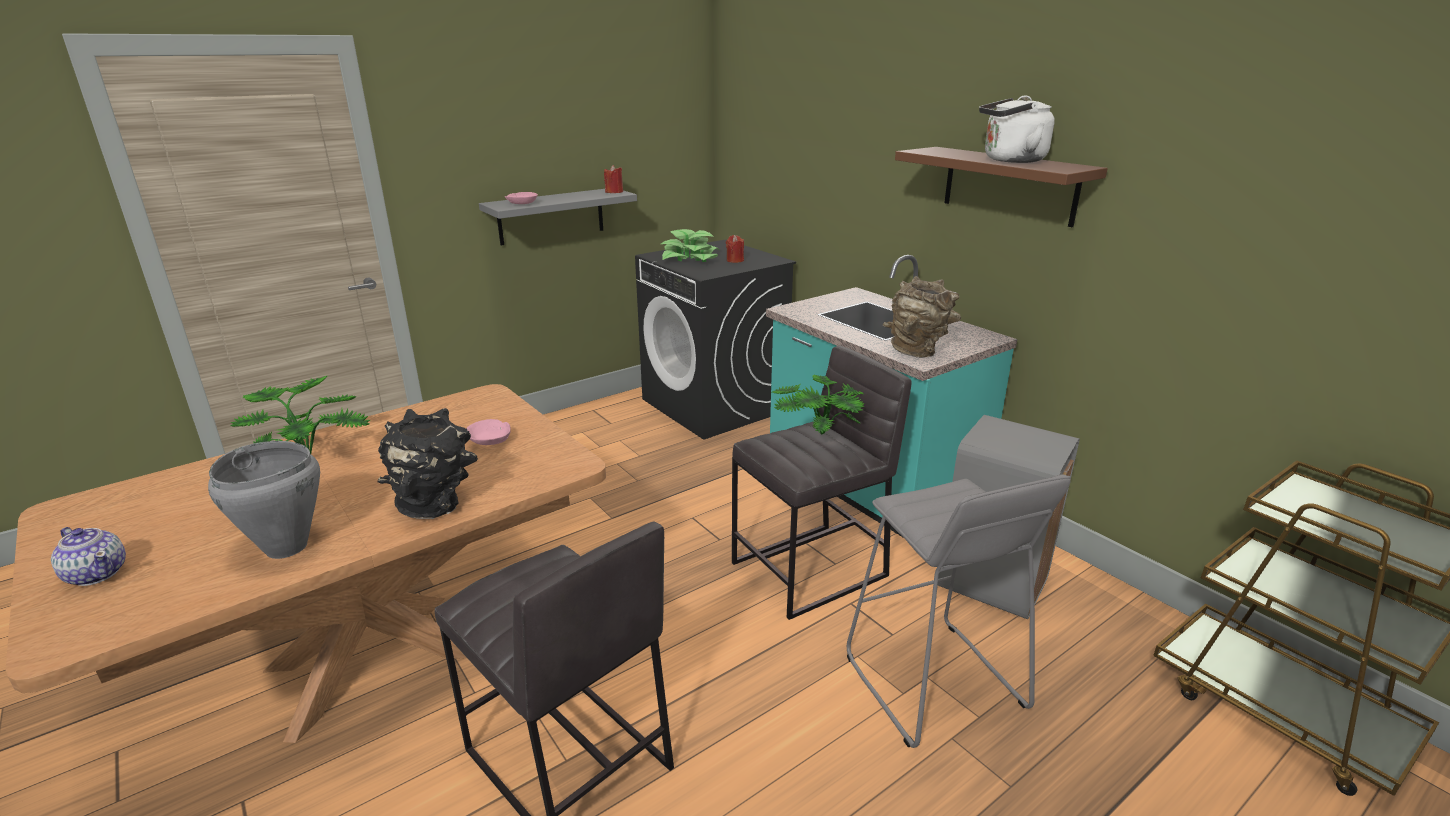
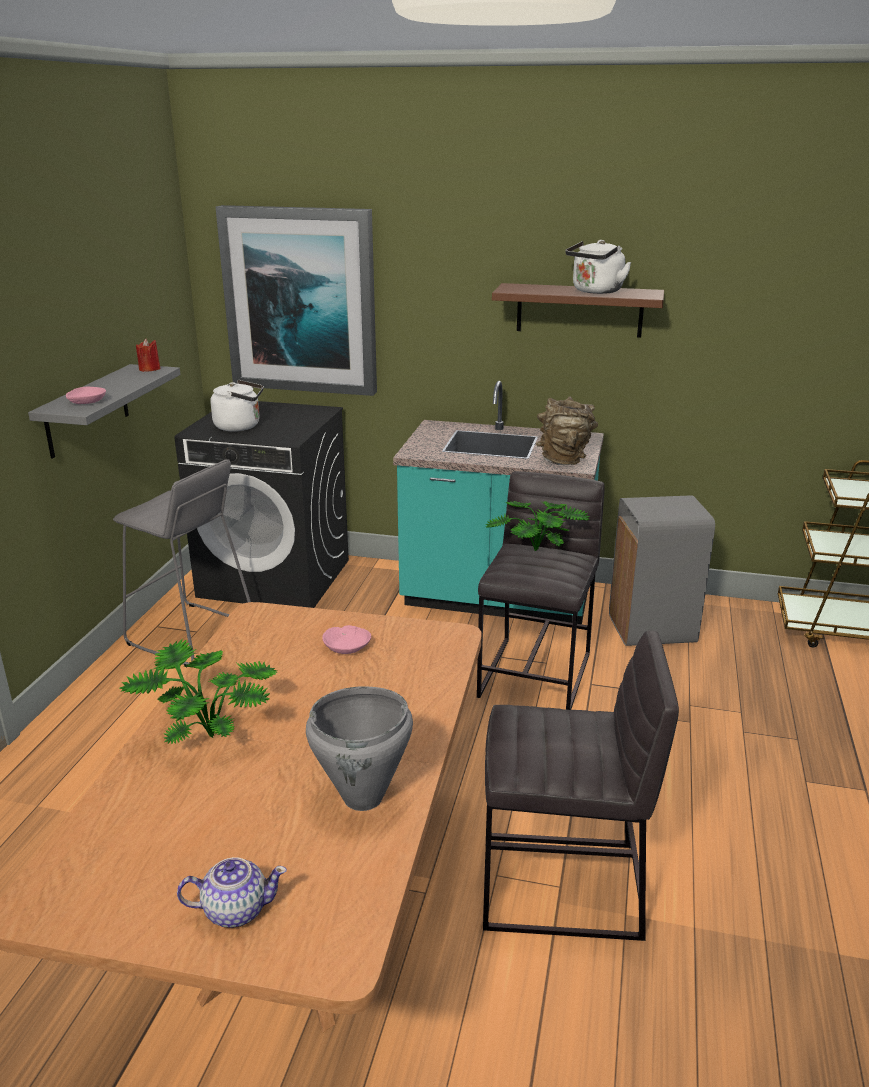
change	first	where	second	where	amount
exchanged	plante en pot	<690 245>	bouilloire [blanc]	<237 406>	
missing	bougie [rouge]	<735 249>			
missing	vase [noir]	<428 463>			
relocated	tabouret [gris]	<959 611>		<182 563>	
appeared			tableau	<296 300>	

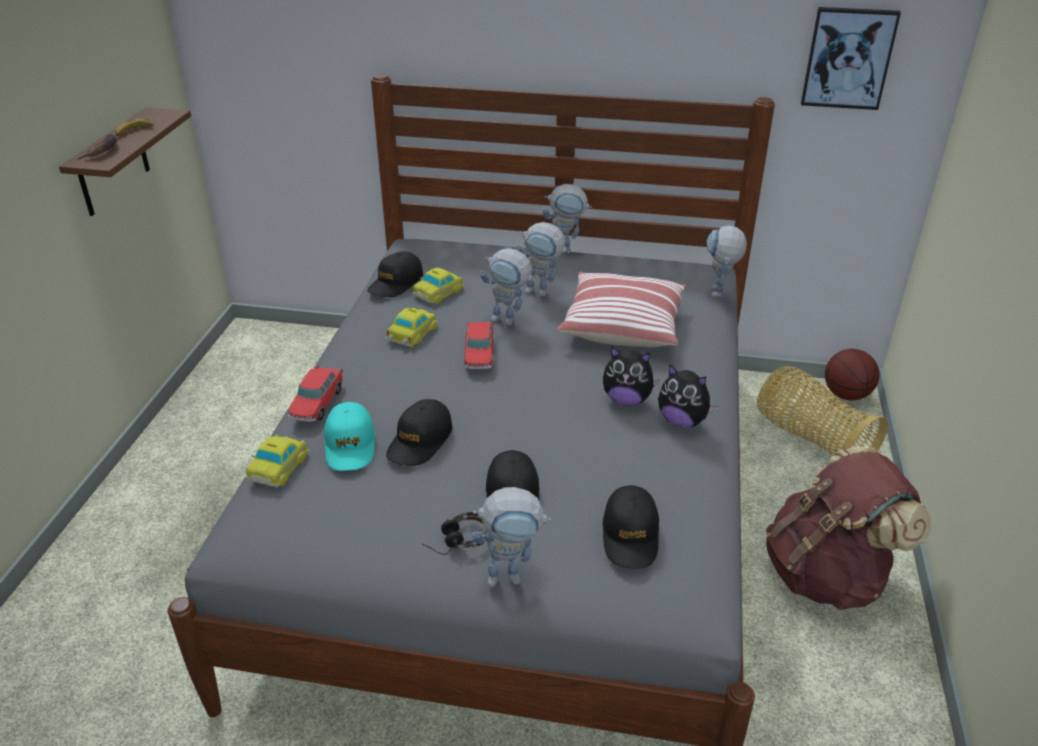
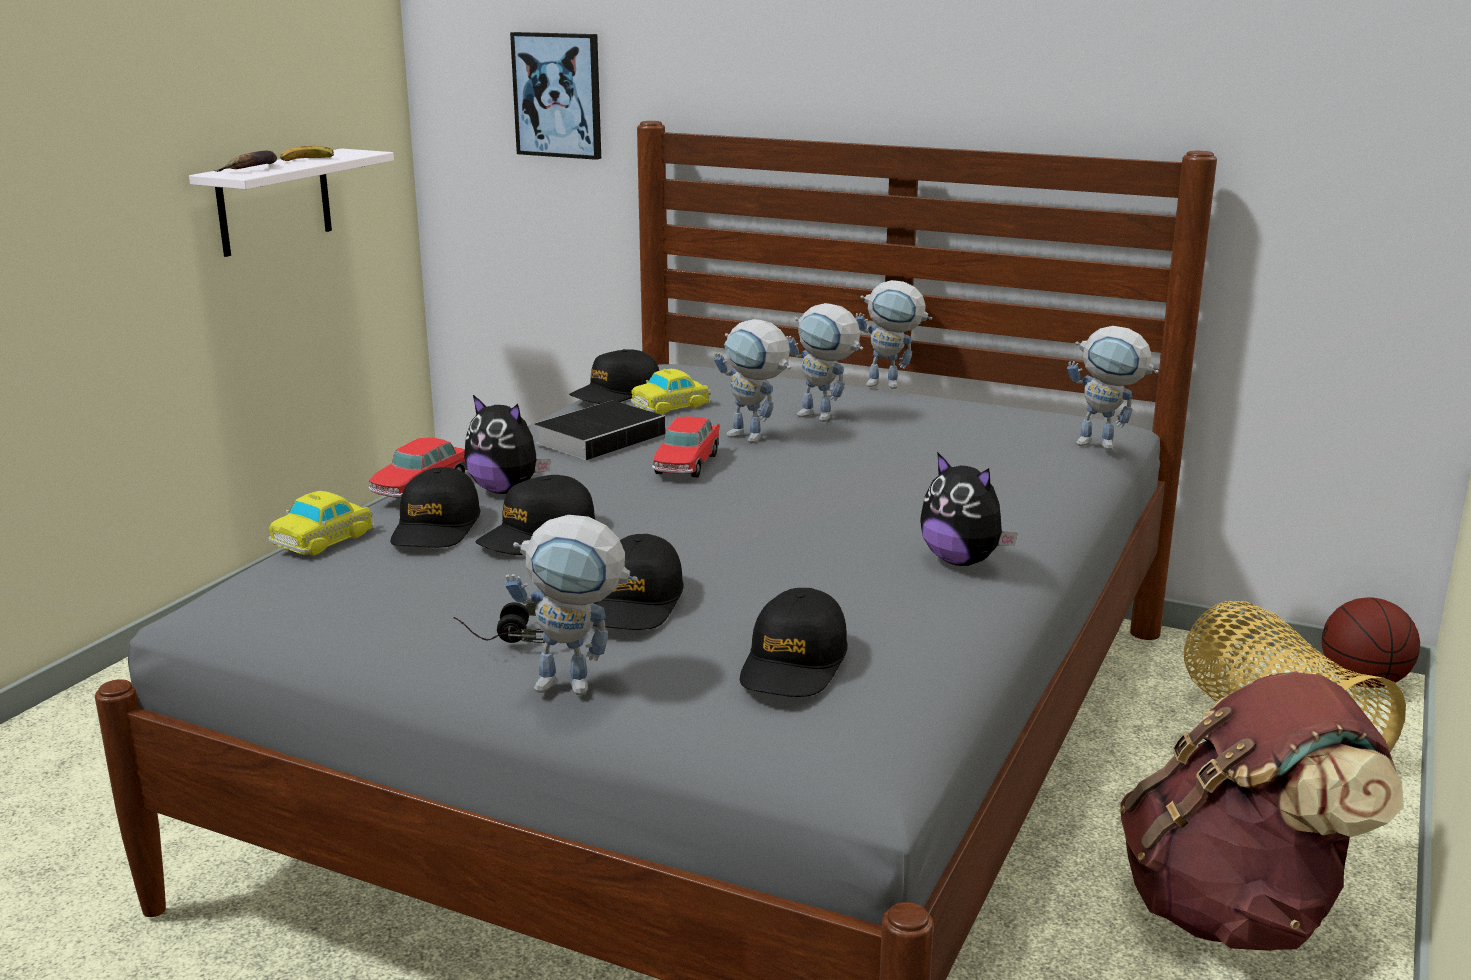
change	first	where	second	where	amount
relocated	tableau	<851 58>		<555 96>	
colour	étagère [marron]	<125 161>	étagère [blanc]	<291 203>	
spun	robot jouet	<727 261>		<1113 388>	90 degrees counterclockwise
missing	coussin	<621 309>			
exchanged	petite voiture	<411 327>	livre	<601 431>	
relocated	peluche	<631 375>		<507 444>	
colour	casquette [turquoise]	<349 436>	casquette [noir]	<435 507>	

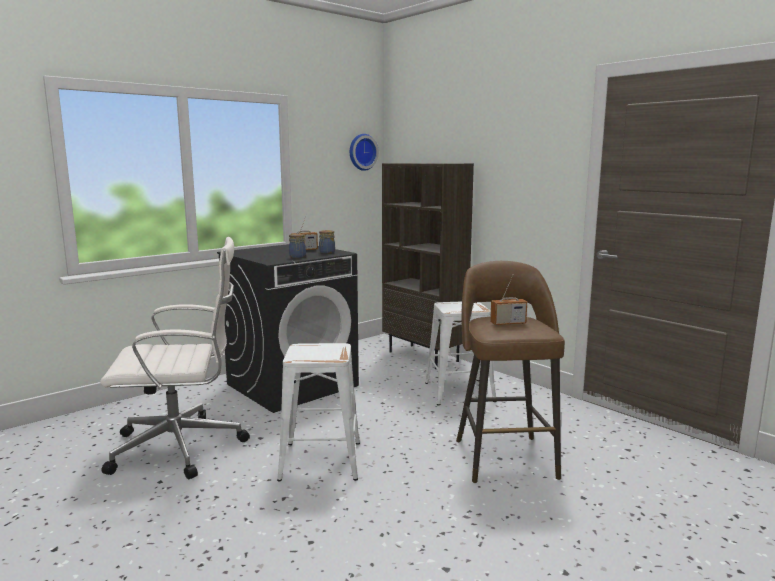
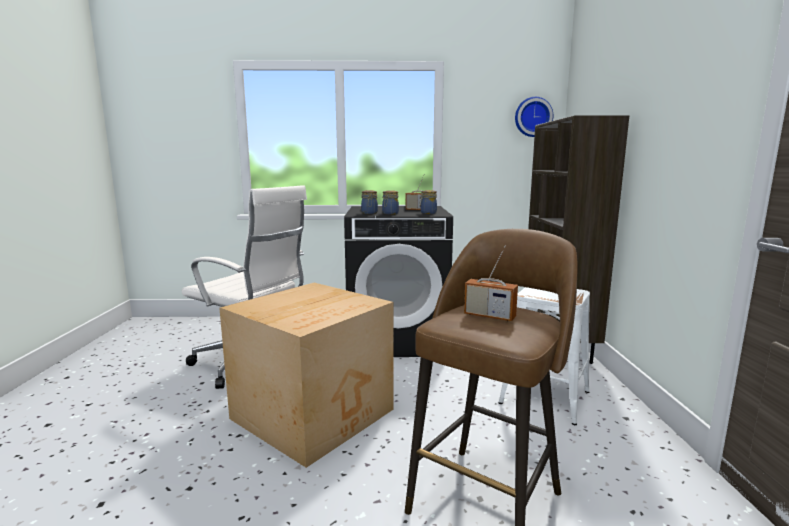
change	first	where	second	where	amount
exchanged	tabouret [blanc]	<318 412>	carton	<306 375>	
appeared			bocal	<369 202>	

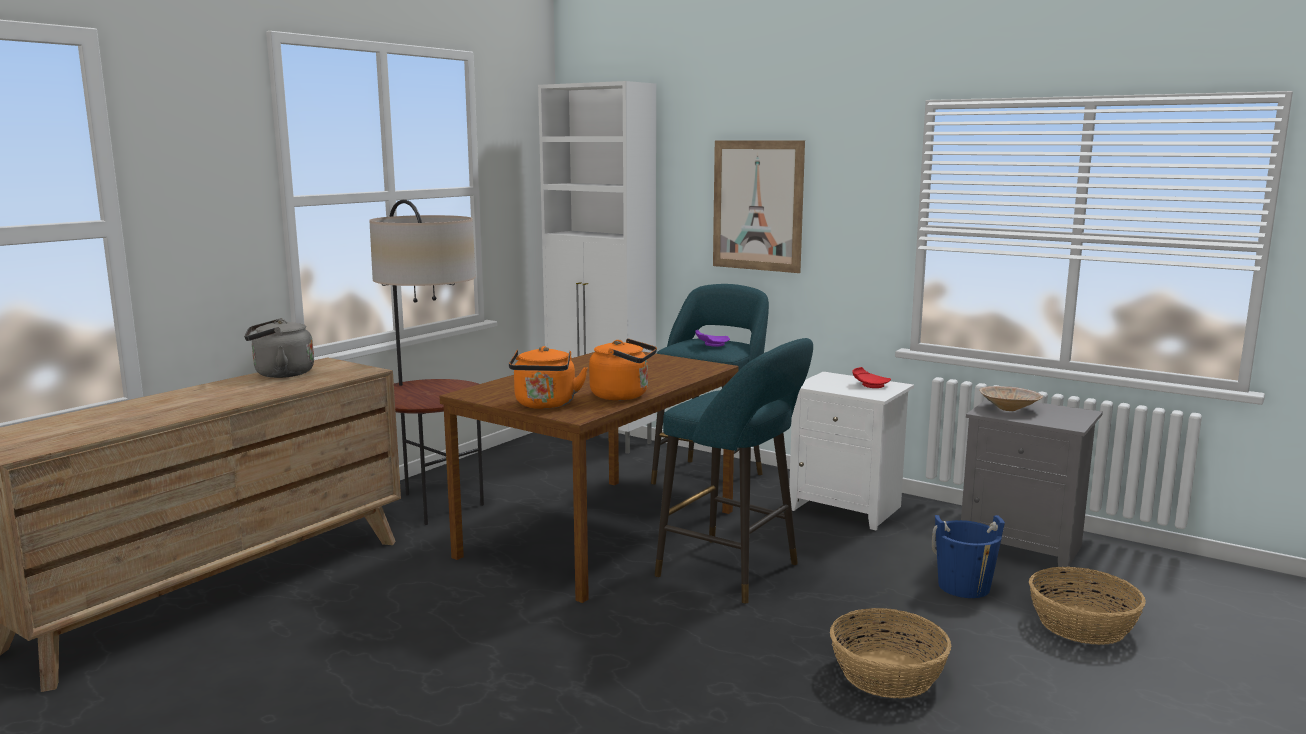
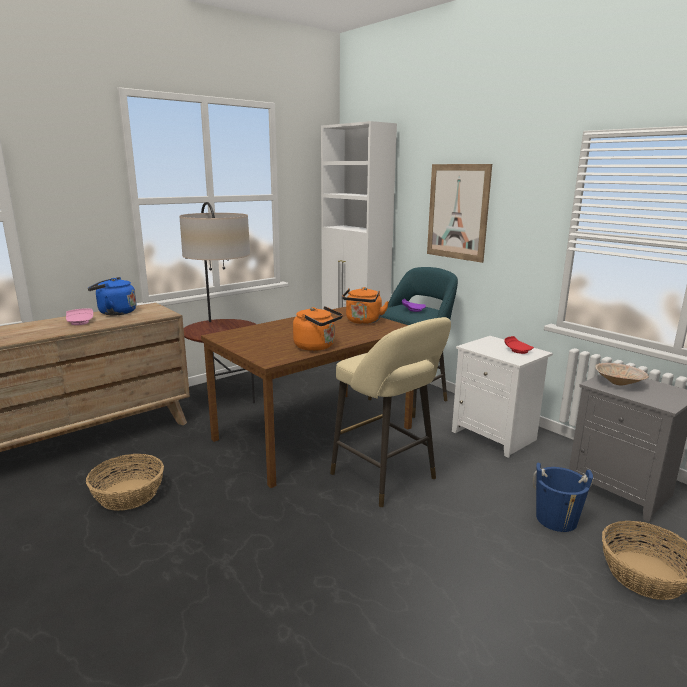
change	first	where	second	where	amount
colour	bouilloire [gris]	<279 348>	bouilloire [bleu]	<112 296>	
colour	tabouret [turquoise]	<734 470>	tabouret [beige]	<390 412>	
relocated	bouilloire [orange]	<548 377>		<365 305>	
relocated	panier	<890 653>		<125 482>	
appeared			assiette [rose]	<79 316>	

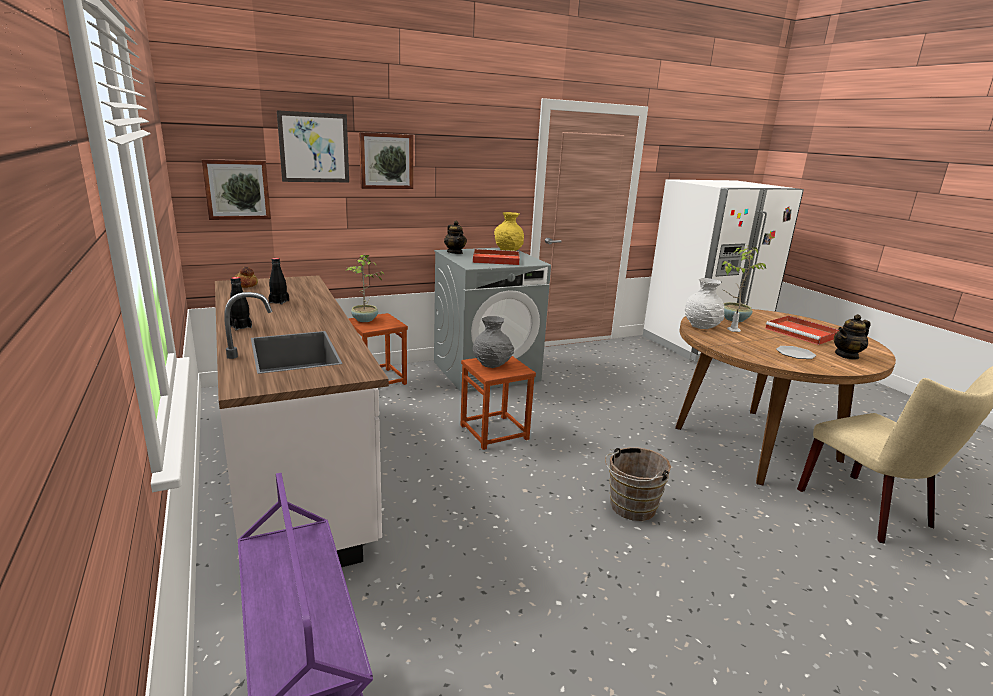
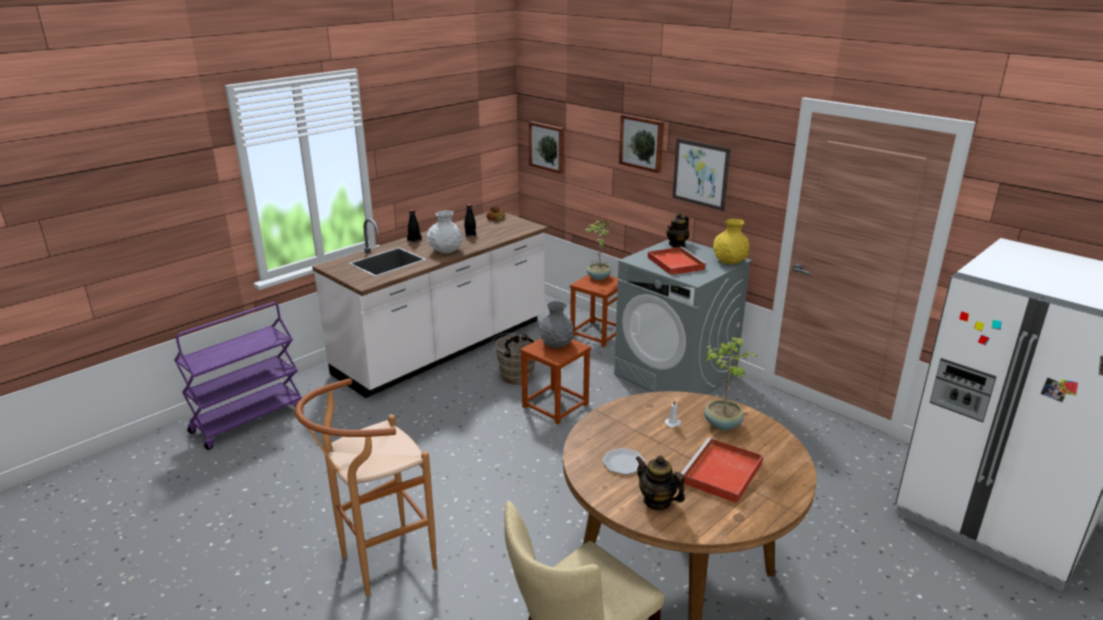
change	first	where	second	where	amount
relocated	tableau	<313 146>		<701 174>	
relocated	vase [blanc]	<704 303>		<444 231>	
relocated	seau [marron]	<638 484>		<513 359>	
appeared			tabouret [marron]	<366 487>	

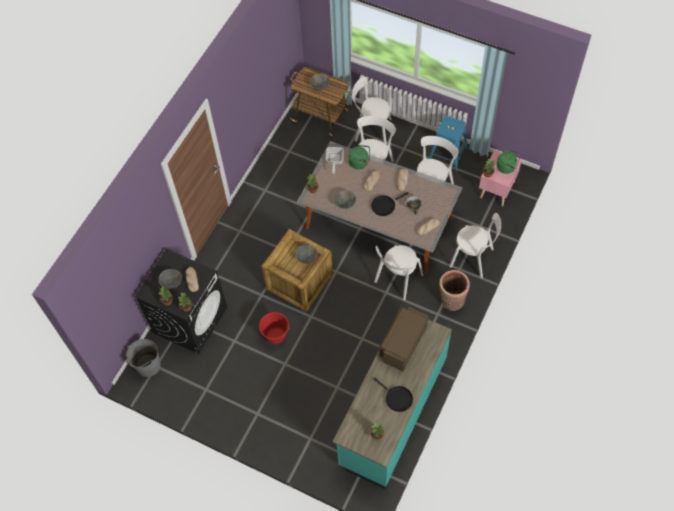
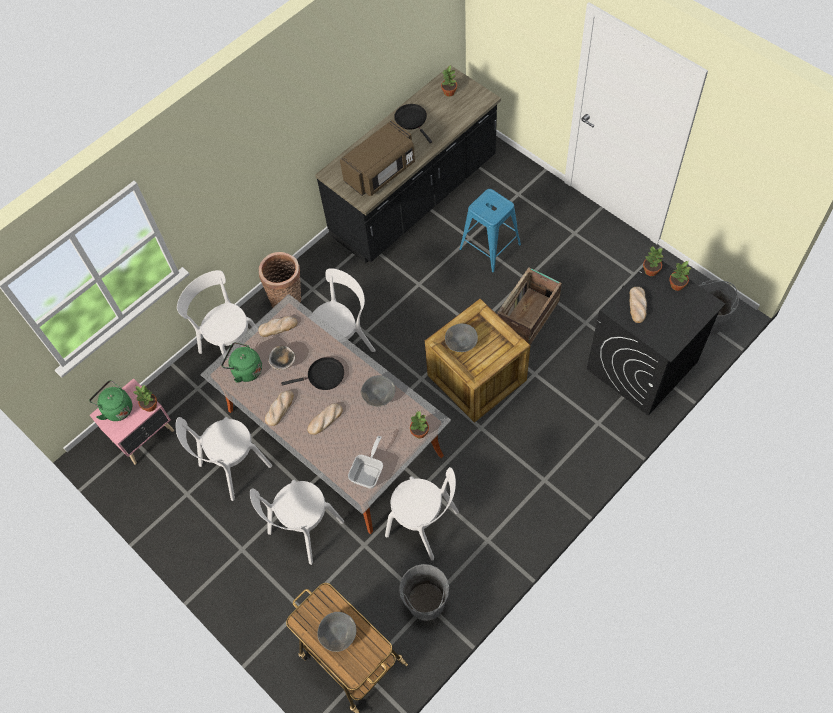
change	first	where	second	where	amount
relocated	chaise [blanc]	<371 111>		<422 513>	
relocated	tabouret [bleu]	<448 144>		<490 231>	
relocated	bouilloire [vert]	<359 156>		<241 362>	
missing	bol [gris]	<170 279>			
colour	comptoir de cuisine [turquoise]	<392 398>	comptoir de cuisine [noir]	<408 164>	
exchanged	seau [rouge]	<274 328>	caisse	<529 306>	
appeared			seau [gris]	<424 592>	

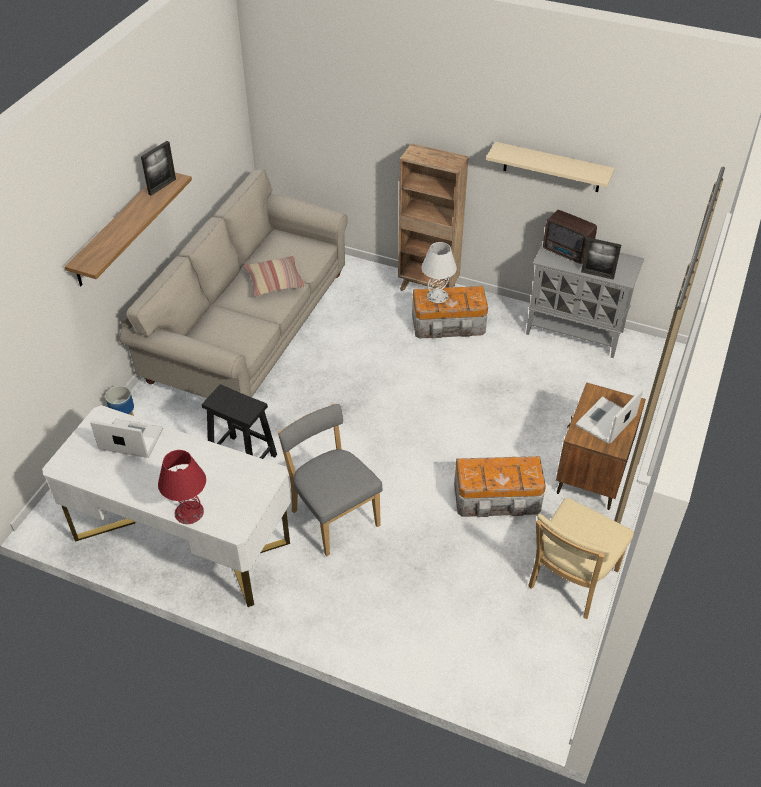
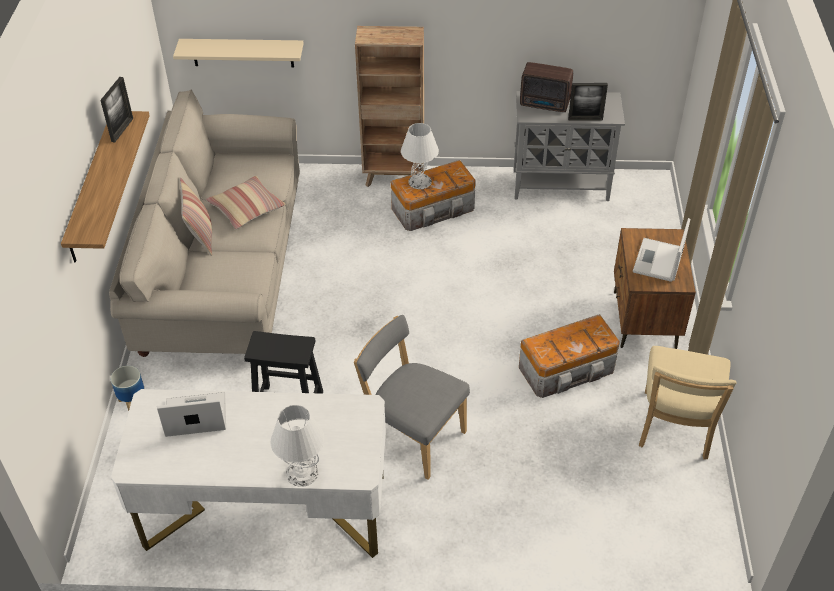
change	first	where	second	where	amount
relocated	étagère [beige]	<550 167>		<238 53>	
colour	lampe de table [rouge]	<182 487>	lampe de table [blanc]	<297 446>	
appeared			coussin	<196 216>	

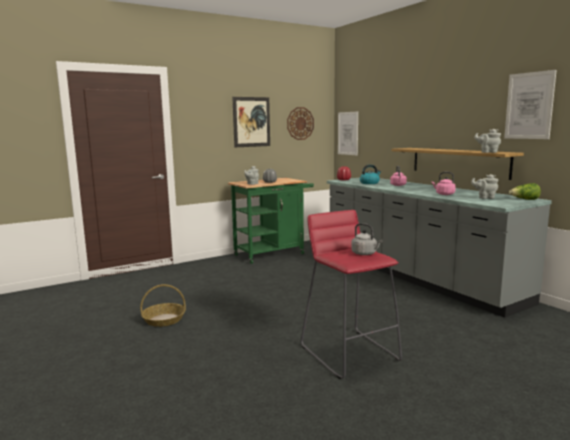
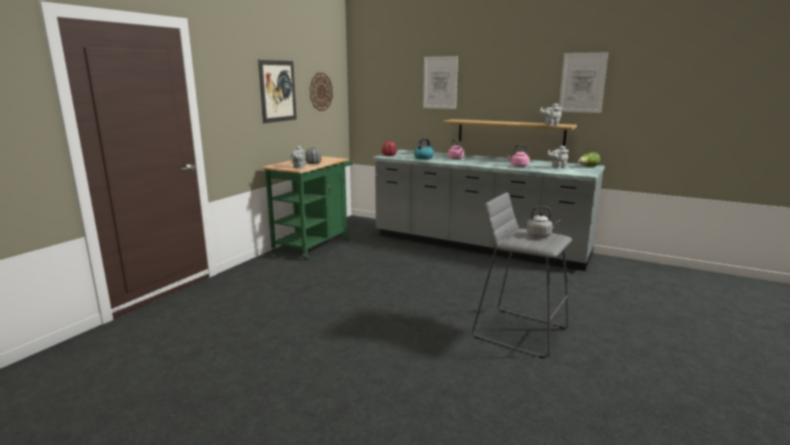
change	first	where	second	where	amount
relocated	tableau	<348 133>		<440 82>	
colour	tabouret [rouge]	<351 294>	tabouret [gris]	<522 275>	
missing	panier	<163 305>			

